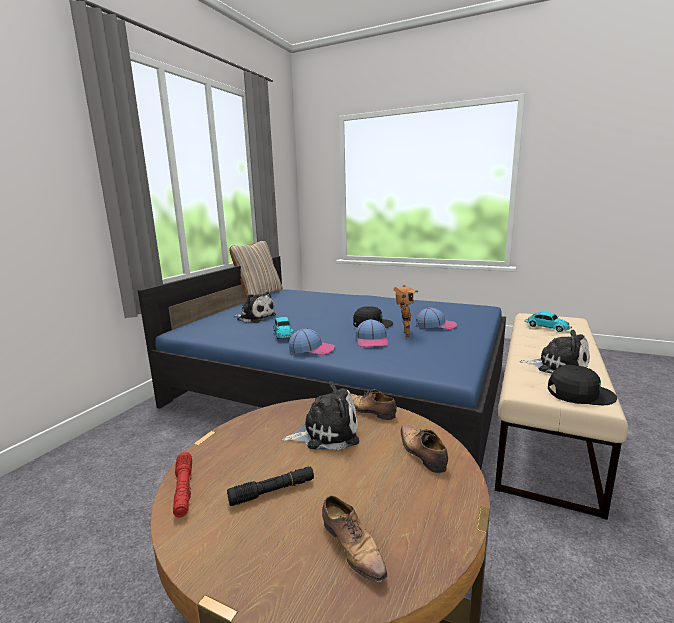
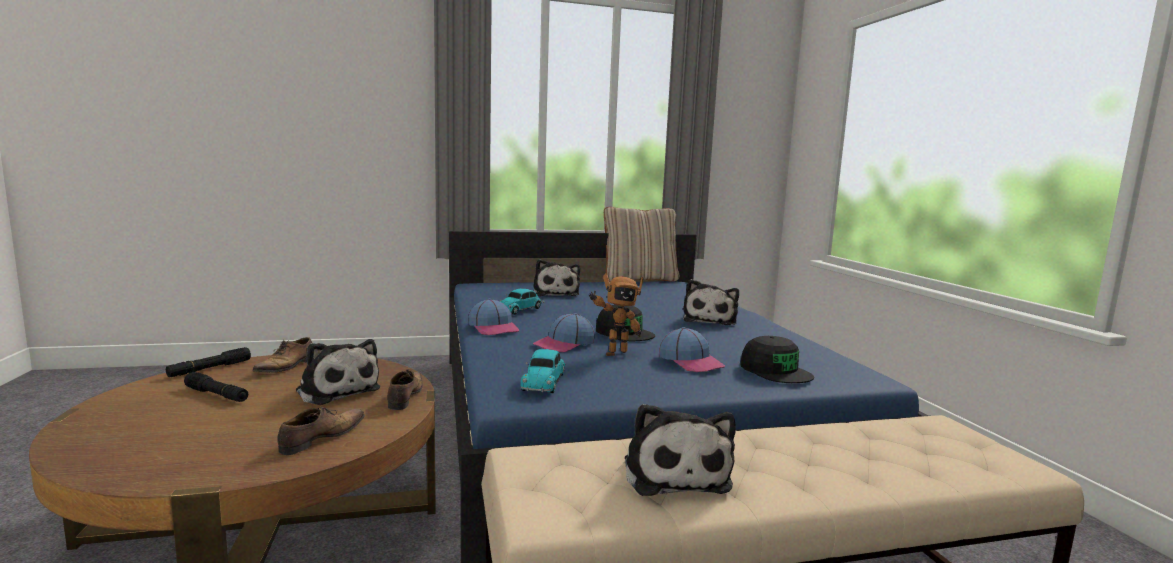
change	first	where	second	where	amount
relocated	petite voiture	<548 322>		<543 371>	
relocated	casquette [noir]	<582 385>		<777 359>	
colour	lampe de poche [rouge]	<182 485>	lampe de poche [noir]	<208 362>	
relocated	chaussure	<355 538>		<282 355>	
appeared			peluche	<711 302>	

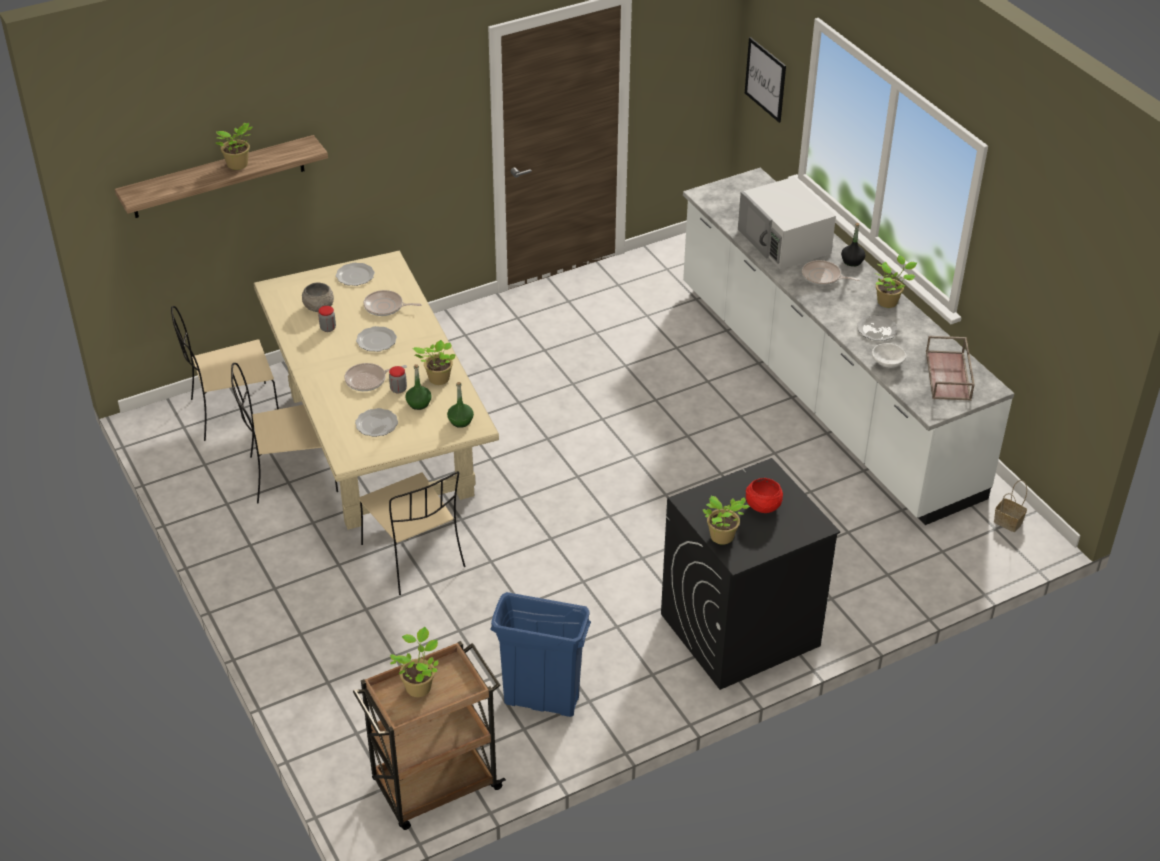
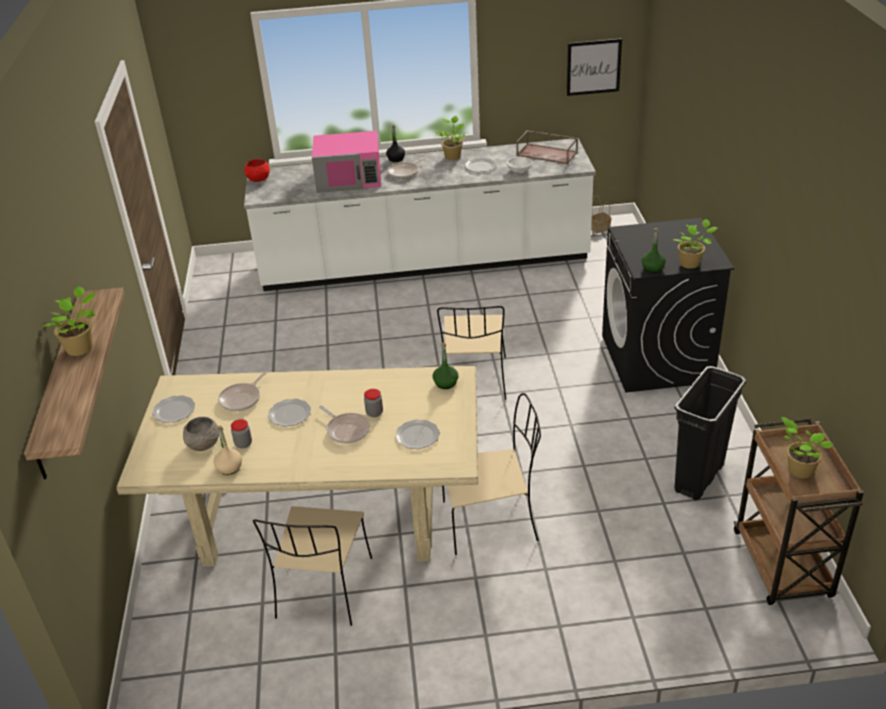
change	first	where	second	where	amount
relocated	tableau	<765 80>		<594 67>	
colour	micro-ondes [blanc]	<787 223>	micro-ondes [rose]	<346 162>	
relocated	chaise [beige]	<225 373>		<471 353>	
missing	plante en pot	<434 362>			
spun	poêle	<375 377>		<344 424>	45 degrees counterclockwise
relocated	bouteille [vert]	<418 387>		<653 250>	
relocated	bol [rouge]	<764 495>		<257 170>	
colour	poubelle [bleu]	<540 654>	poubelle [noir]	<710 433>	
appeared			bouteille [beige]	<228 450>	

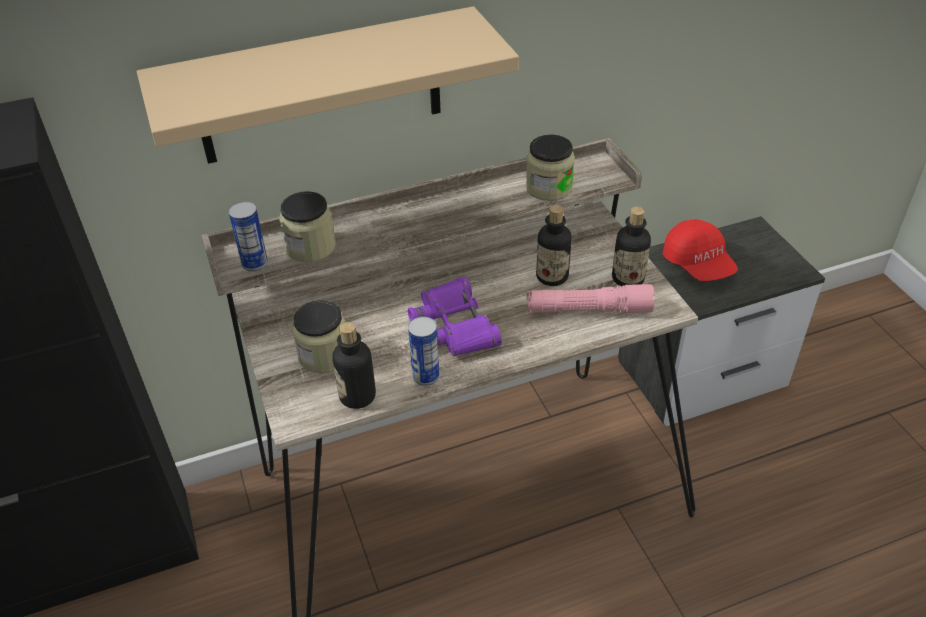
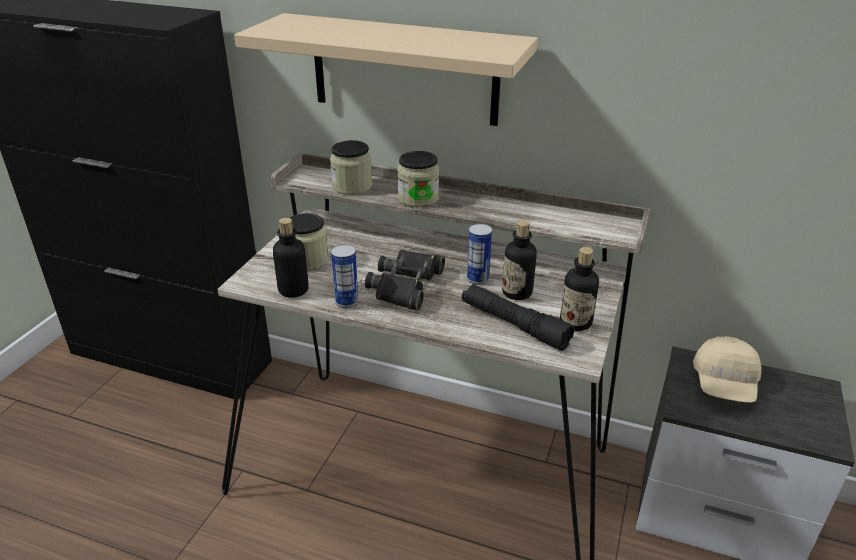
change	first	where	second	where	amount
relocated	bocal	<550 168>		<418 179>	
relocated	boîte métallique	<248 236>		<479 254>	
colour	casquette [rouge]	<700 250>	casquette [beige]	<727 369>	
colour	jumelles [violet]	<455 316>	jumelles [noir]	<405 280>	
colour	lampe de poche [rose]	<591 298>	lampe de poche [noir]	<518 317>	

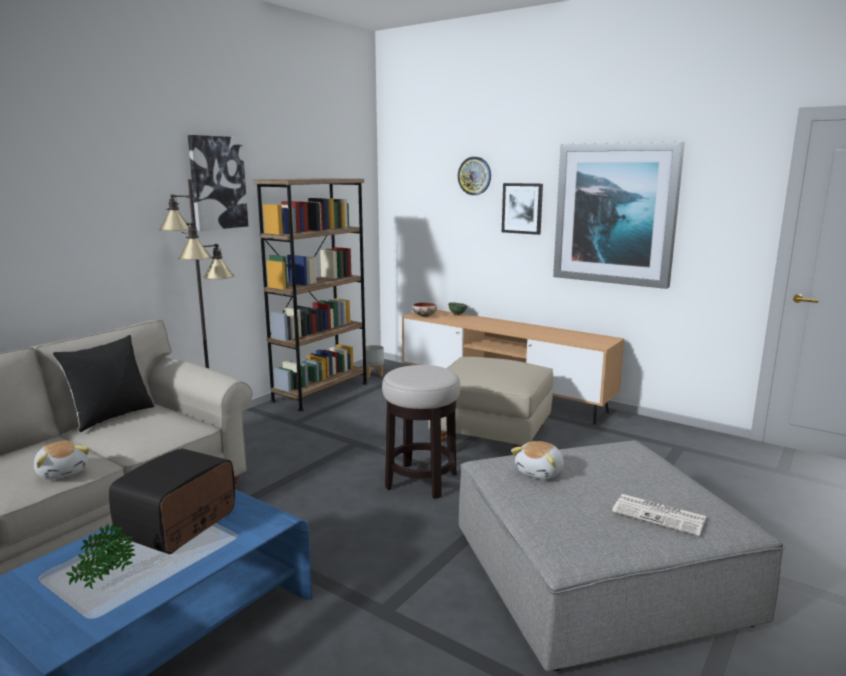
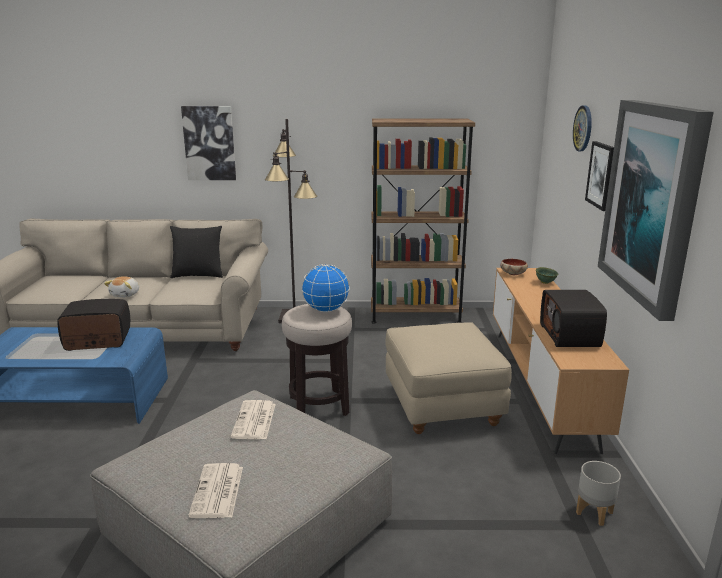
change	first	where	second	where	amount
relocated	tableau	<218 183>		<208 143>	
relocated	cache-pot [gris]	<375 361>		<598 493>	
exchanged	peluche	<537 460>	journal	<253 419>	
missing	plante en pot	<100 556>			
appeared			globe	<325 288>	
appeared			radio	<573 318>	

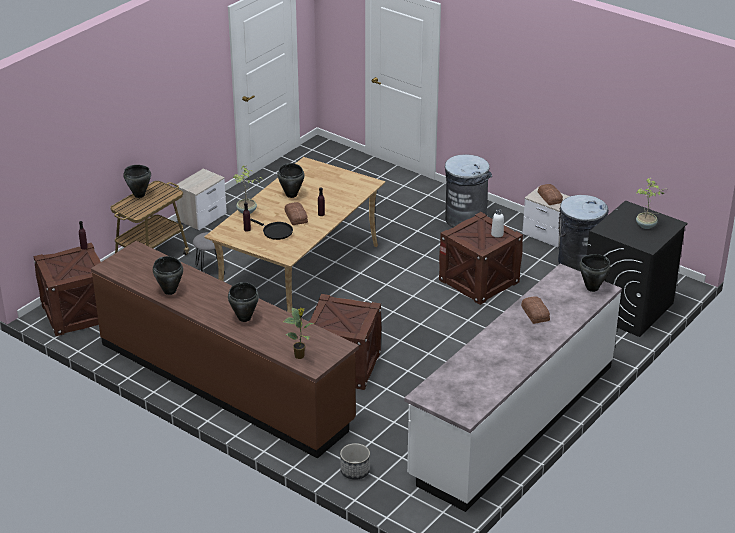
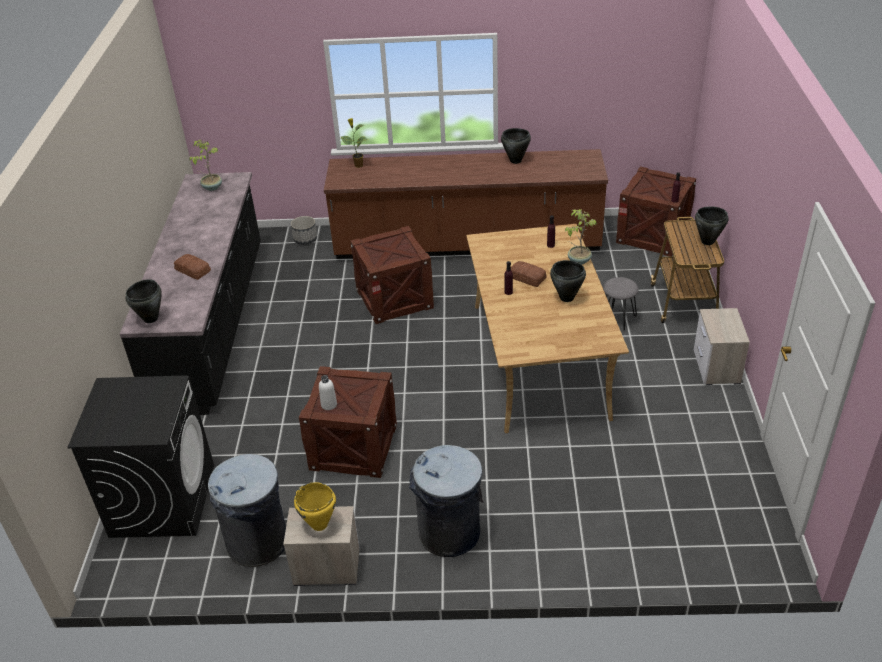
change	first	where	second	where	amount
relocated	plante en pot	<652 203>		<205 165>	
exchanged	pain	<550 194>	marmite [jaune]	<315 506>	
missing	poêle [noir]	<271 229>			
colour	comptoir de cuisine [blanc]	<513 388>	comptoir de cuisine [noir]	<190 293>	
missing	marmite [noir]	<243 302>			

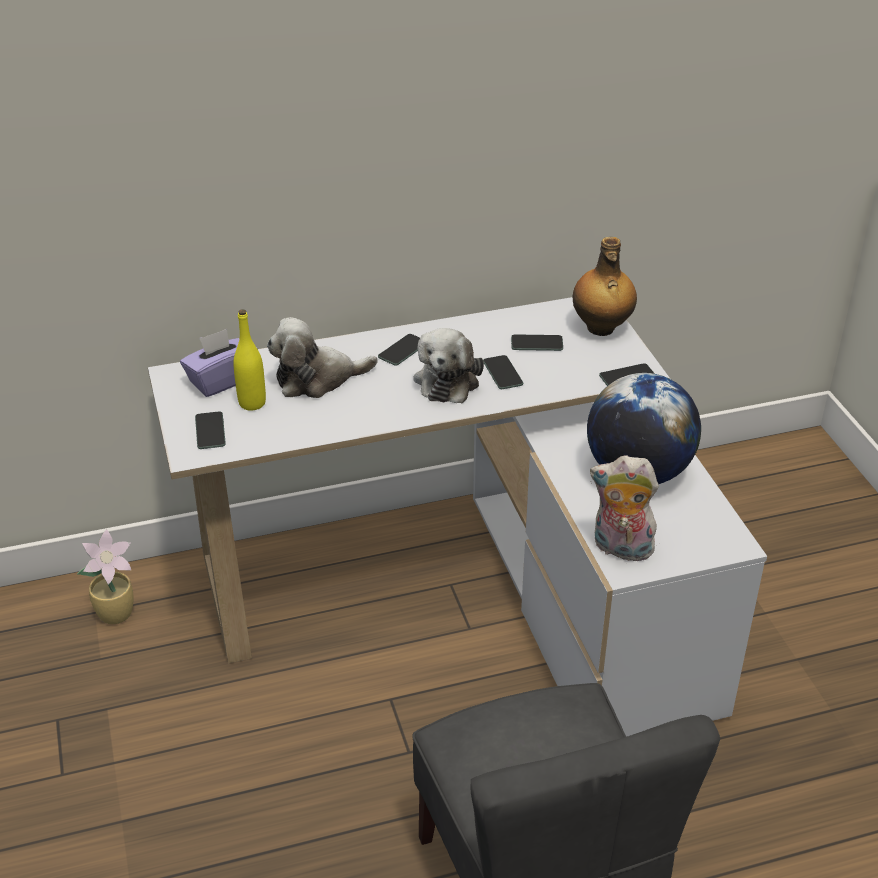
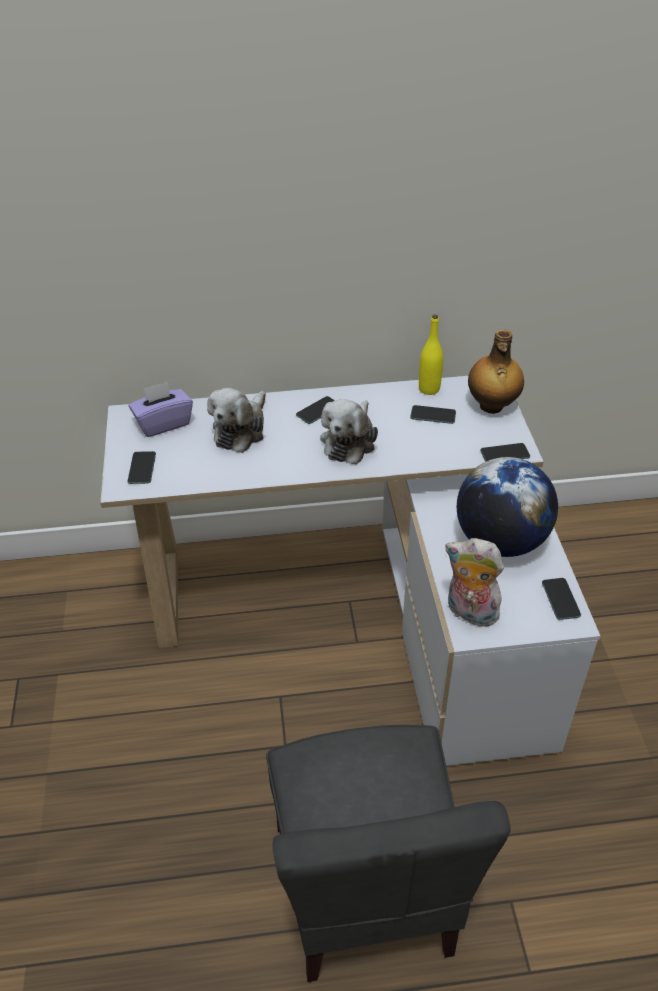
change	first	where	second	where	amount
relocated	bouteille [jaune]	<249 360>		<431 354>	
spun	peluche	<322 357>		<236 420>	60 degrees counterclockwise
relocated	téléphone	<503 372>		<561 599>	
missing	plante en pot	<105 576>			

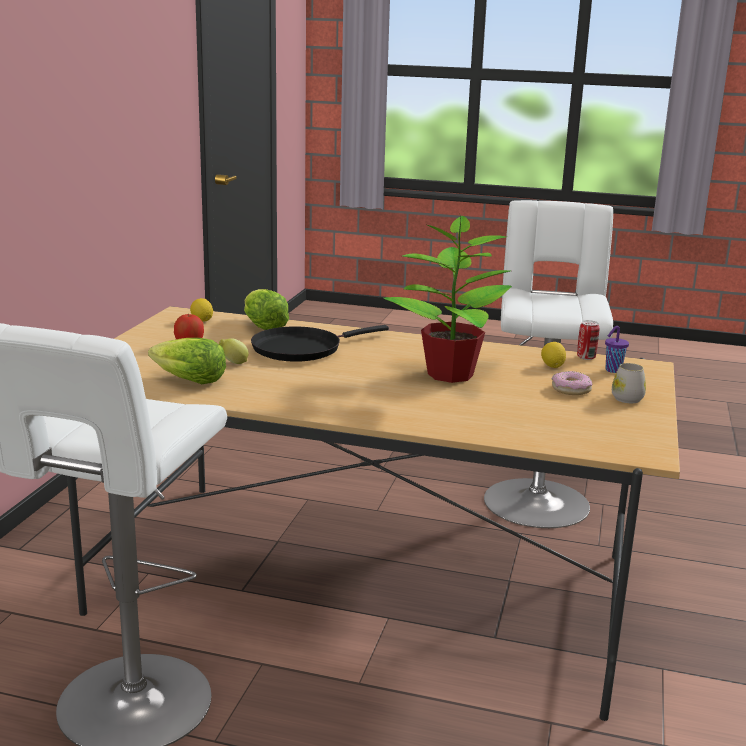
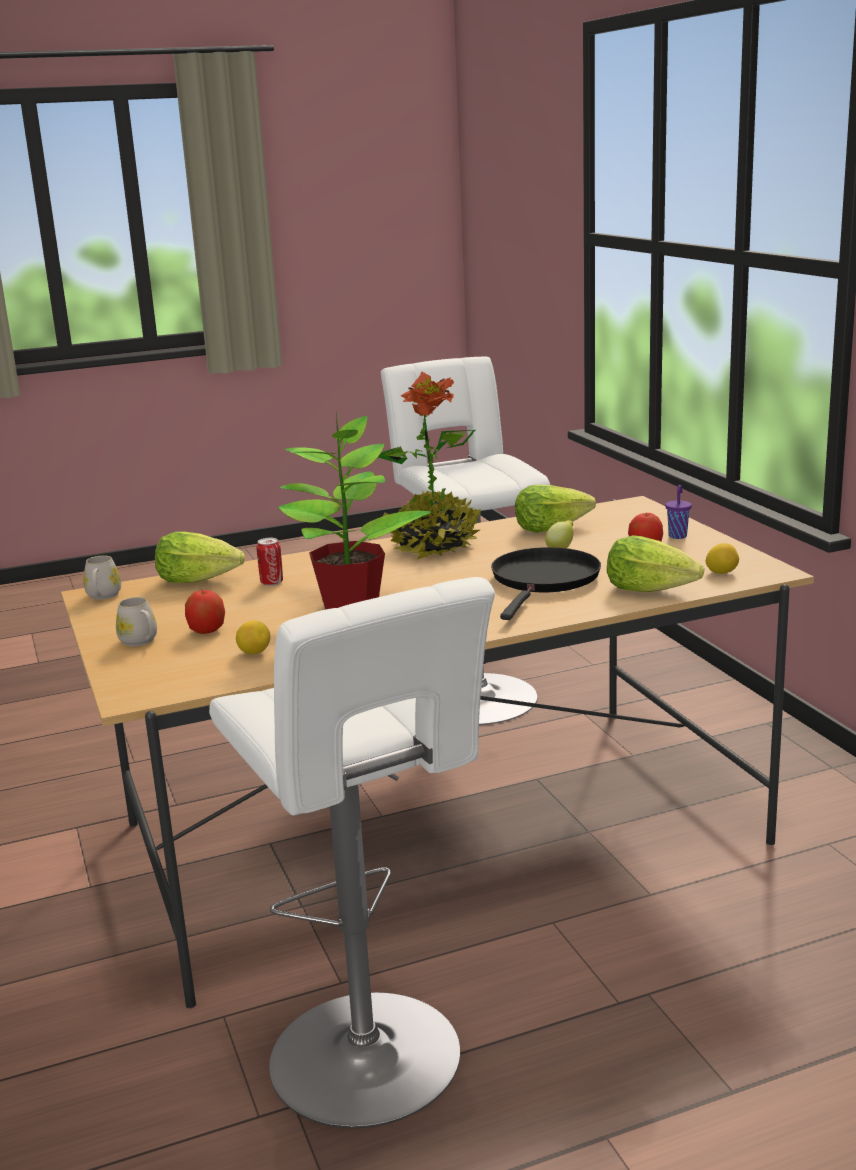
change	first	where	second	where	amount
relocated	boîte métallique	<588 340>		<270 562>	
relocated	tasse [violet]	<617 349>		<678 512>	
exchanged	beignet	<572 383>	pomme	<205 612>	
appeared			plante en pot	<429 465>	
appeared			laitue	<200 557>	
appeared			mug [blanc]	<102 578>	

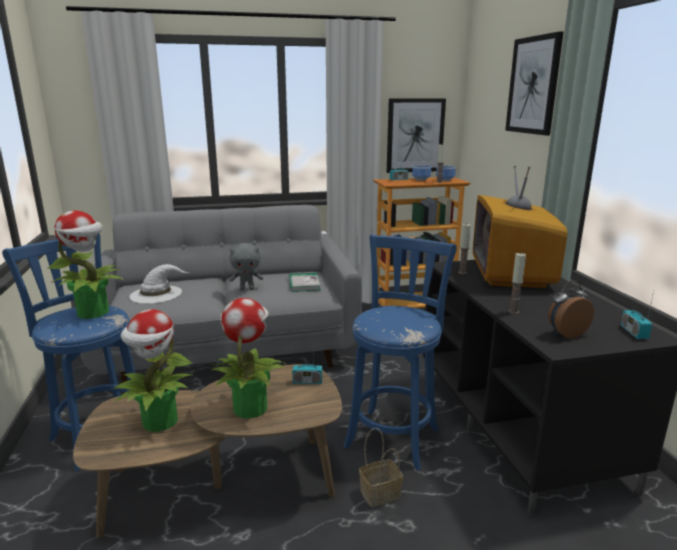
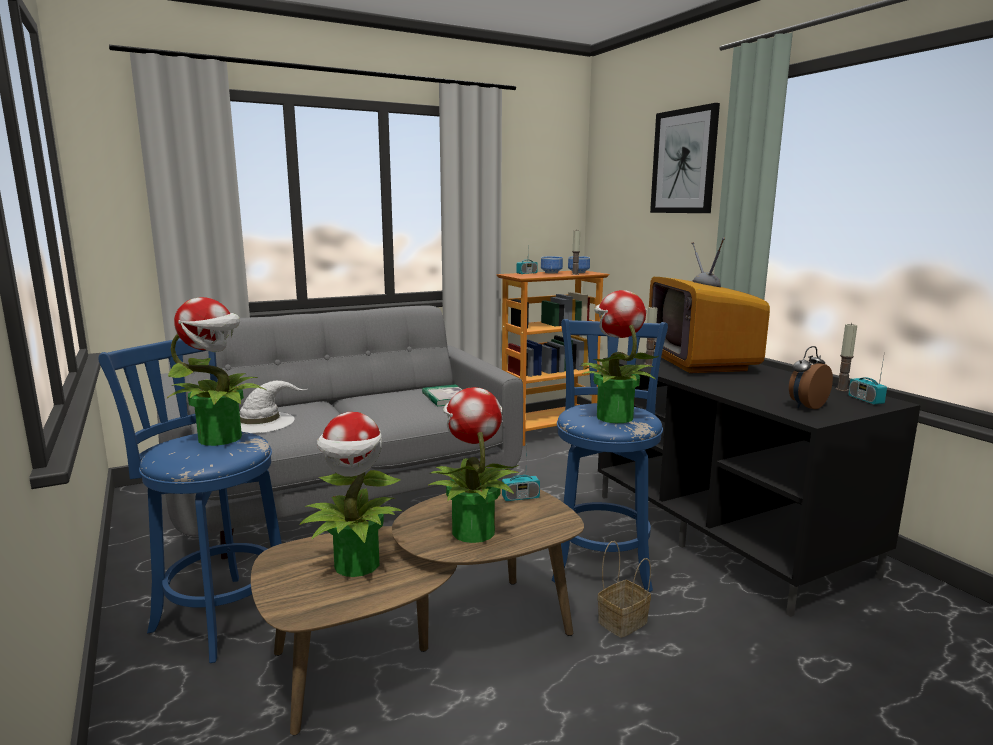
change	first	where	second	where	amount
missing	tableau	<416 135>			
missing	peluche [gris]	<246 267>			
relocated	bougie	<517 283>		<846 357>	
appeared			plante en pot	<619 356>	

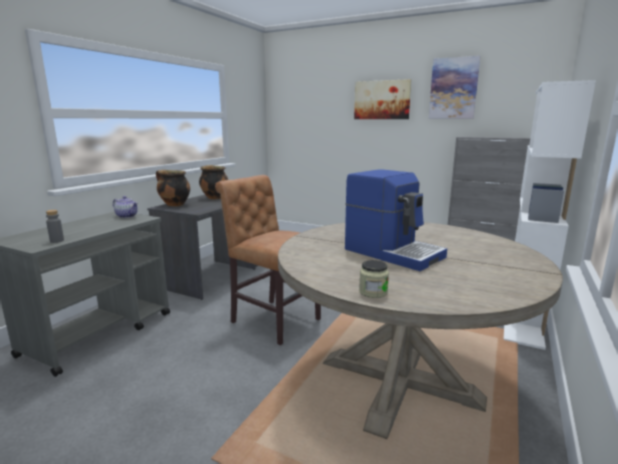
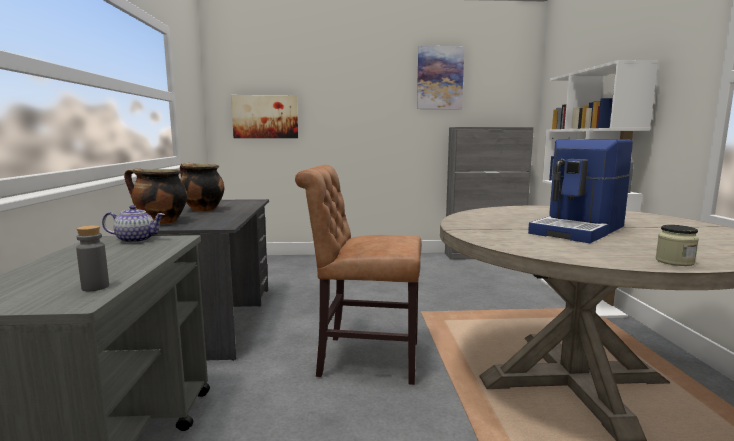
change	first	where	second	where	amount
relocated	tableau	<382 99>		<264 116>	
spun	machine à café	<396 220>		<580 191>	120 degrees clockwise

